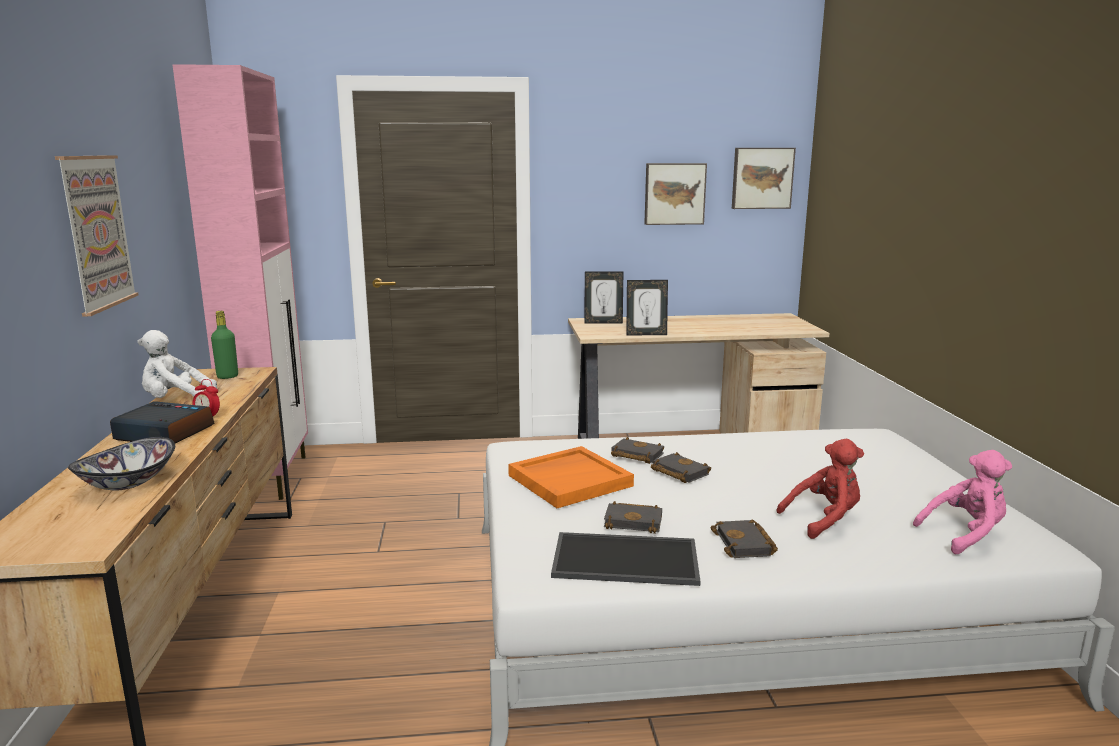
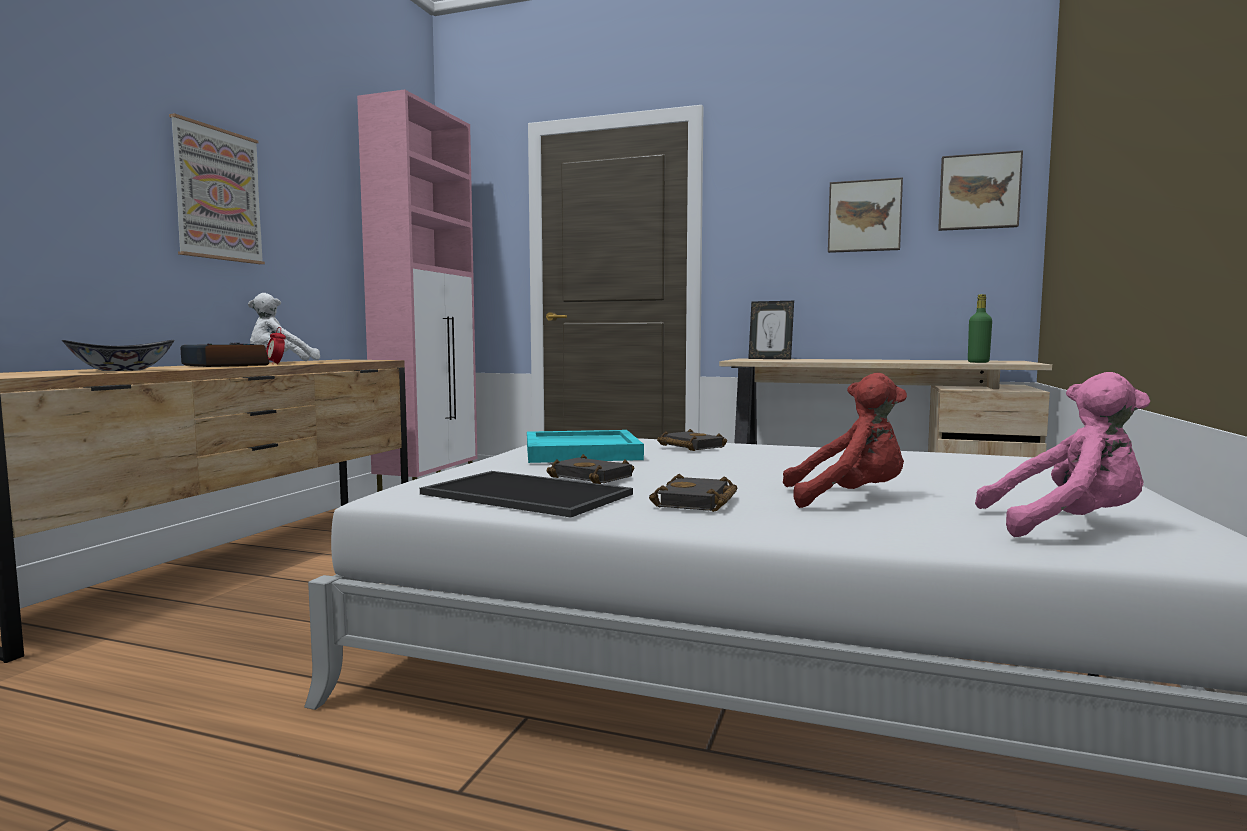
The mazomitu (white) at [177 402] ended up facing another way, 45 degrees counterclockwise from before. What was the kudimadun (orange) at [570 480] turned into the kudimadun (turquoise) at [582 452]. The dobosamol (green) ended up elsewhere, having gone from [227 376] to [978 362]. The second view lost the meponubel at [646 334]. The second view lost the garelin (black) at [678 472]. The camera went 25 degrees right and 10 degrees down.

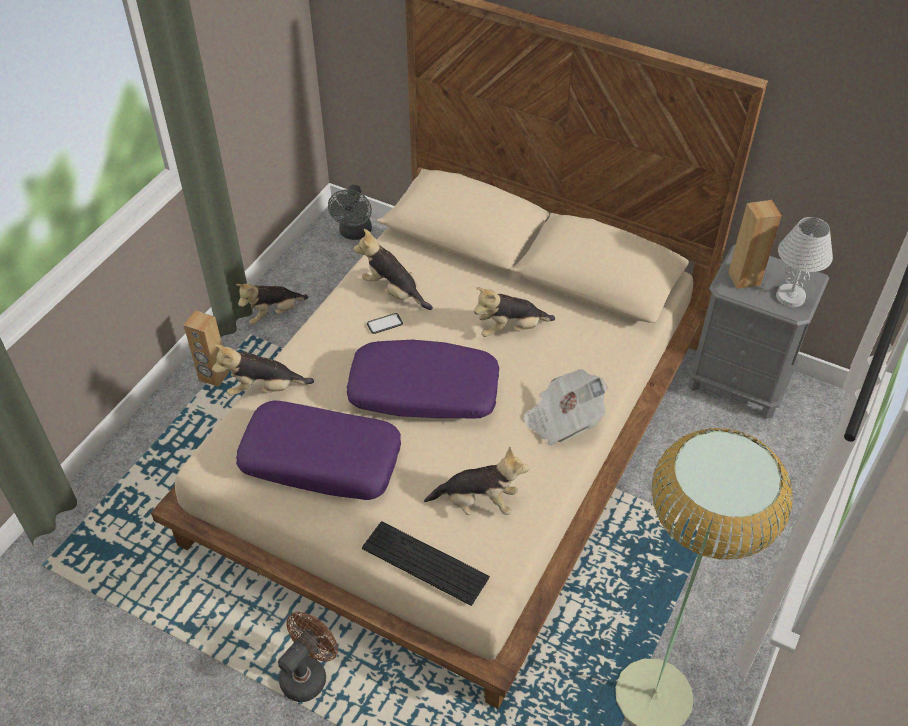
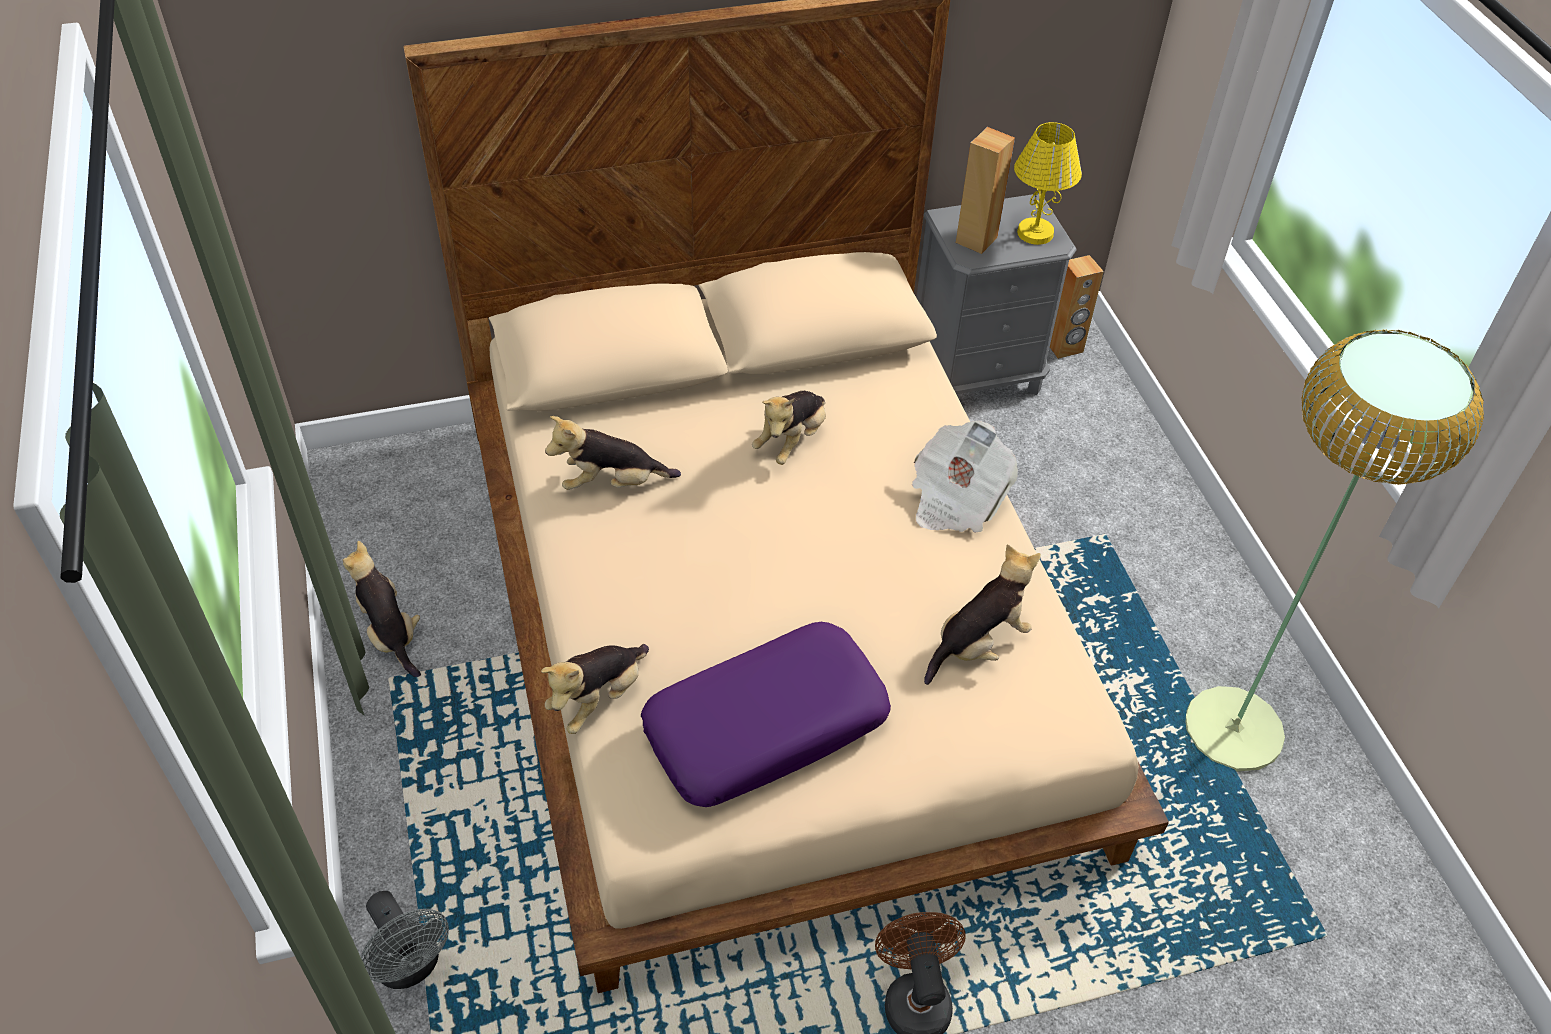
The mazomitu at [273 314] ended up facing another way, 135 degrees clockwise from before. The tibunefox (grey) ended up elsewhere, having gone from [354 234] to [411 967]. What was the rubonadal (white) at [791 296] turned into the rubonadal (yellow) at [1035 232]. The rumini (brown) ended up elsewhere, having gone from [214 377] to [1064 347]. The second view lost the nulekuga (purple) at [423 392]. The second view lost the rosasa at [425 562]. The second view lost the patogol at [384 324]. The camera went 45 degrees left and 0 degrees up.

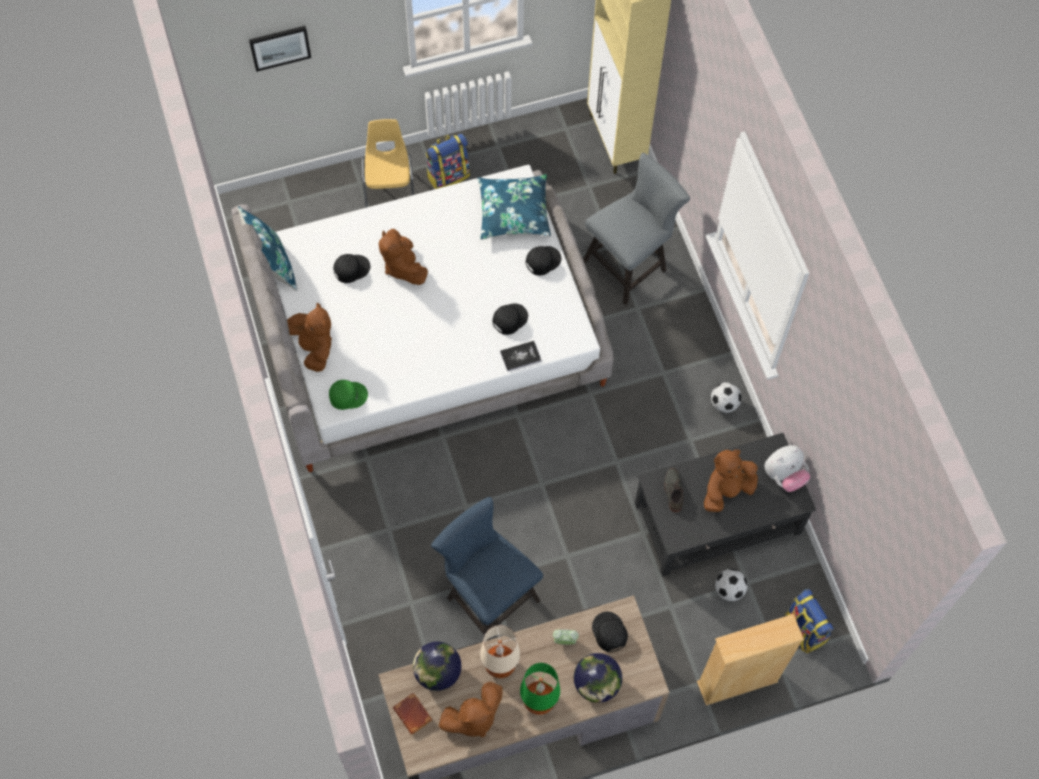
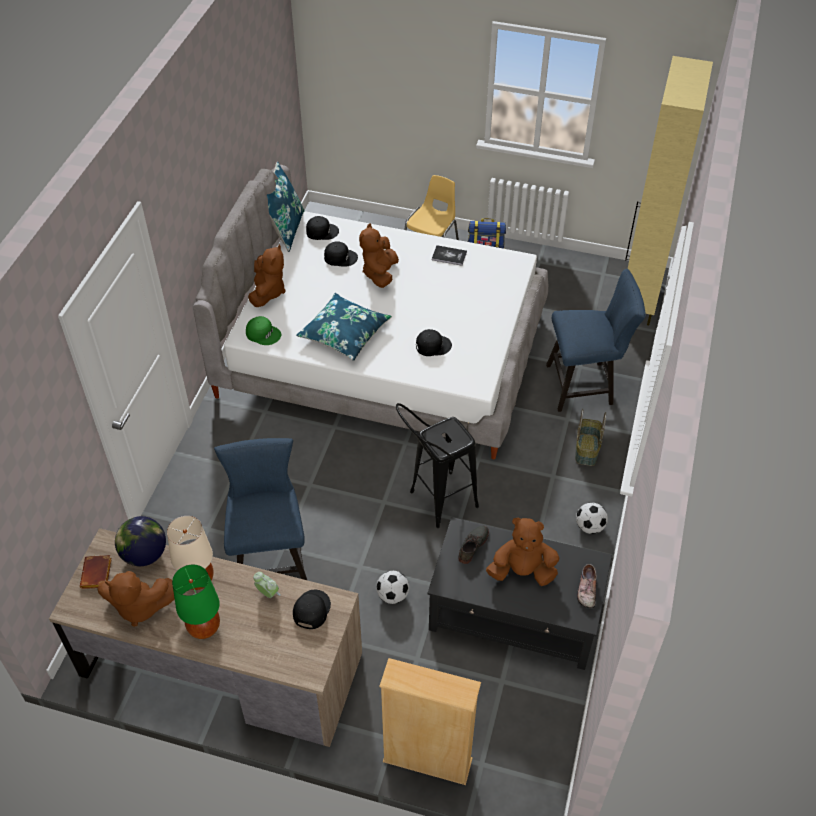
The nulekuga (blue) ended up elsewhere, having gone from [513 212] to [344 333]. The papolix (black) ended up elsewhere, having gone from [542 260] to [322 231]. The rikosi ended up elsewhere, having gone from [729 590] to [392 595]. The second view gained the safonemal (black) at [435 504]. The garelin ended up elsewhere, having gone from [520 356] to [449 256]. What was the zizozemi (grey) at [630 263] turned into the zizozemi (blue) at [585 385]. The second view gained the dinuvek at [587 450]. Where the mazomitu stood at [784 475], the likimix came to stand at [586 589]. The second view lost the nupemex at [280 47]. The second view lost the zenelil at [596 684]. The second view lost the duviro at [803 630]. The camera went 35 degrees right and 15 degrees down.

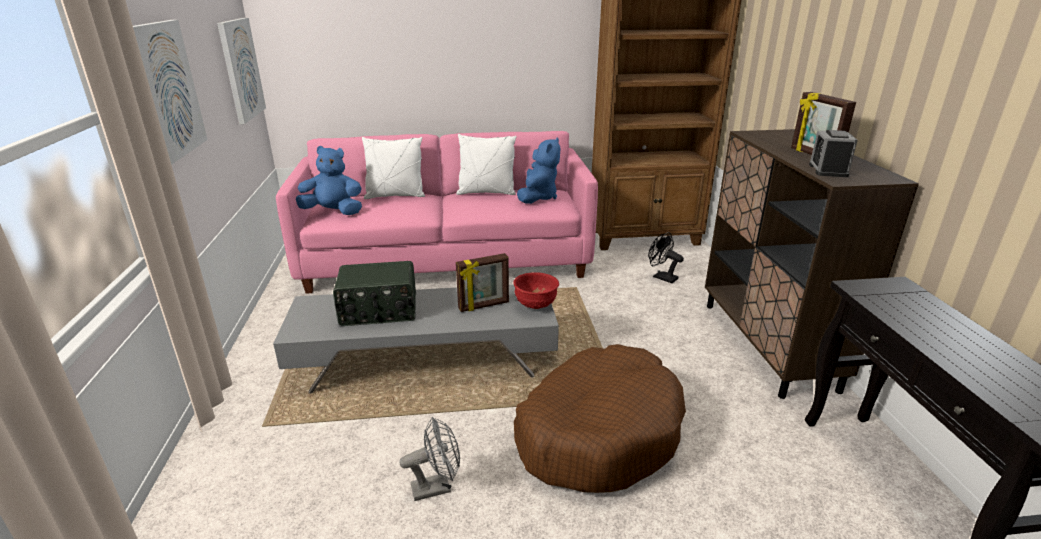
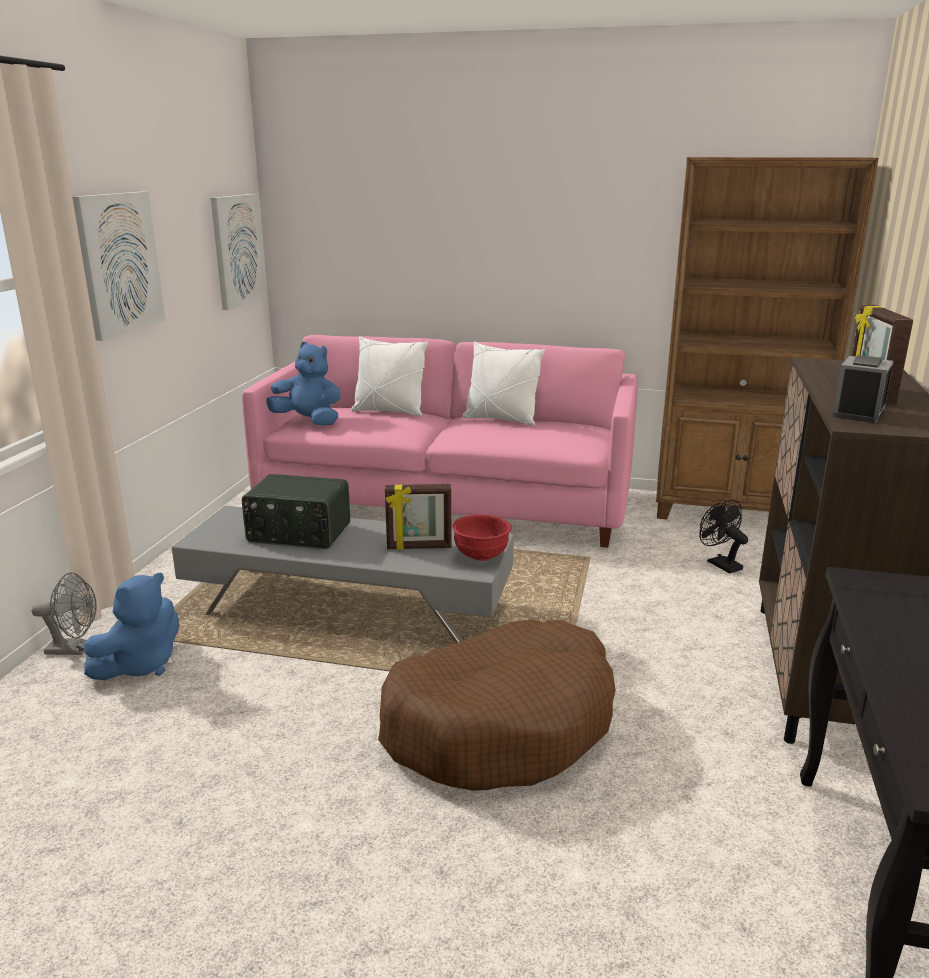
The tibunefox (grey) ended up elsewhere, having gone from [437 487] to [75 649]. The mazomitu (blue) ended up elsewhere, having gone from [538 197] to [141 665]. The camera went 20 degrees right and 5 degrees down.

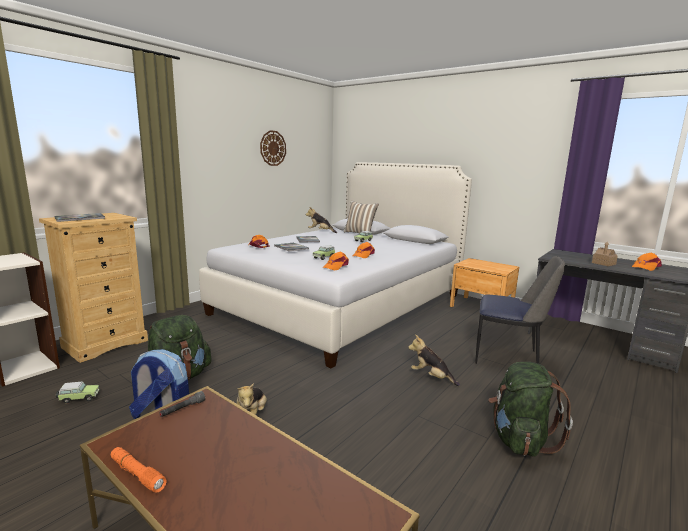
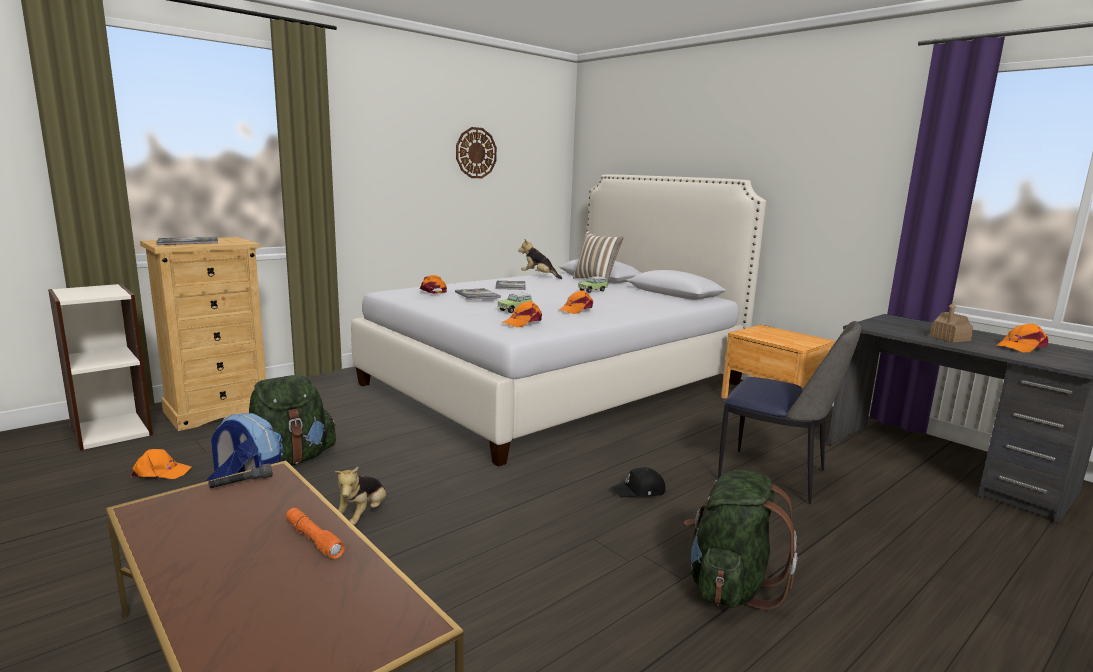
Where the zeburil stood at [78 398], the papolix (orange) came to stand at [161 472]. The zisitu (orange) ended up elsewhere, having gone from [137 474] to [313 539]. Where the mazomitu stood at [431 377], the papolix (black) came to stand at [639 491]. The camera went 10 degrees right and 0 degrees up.

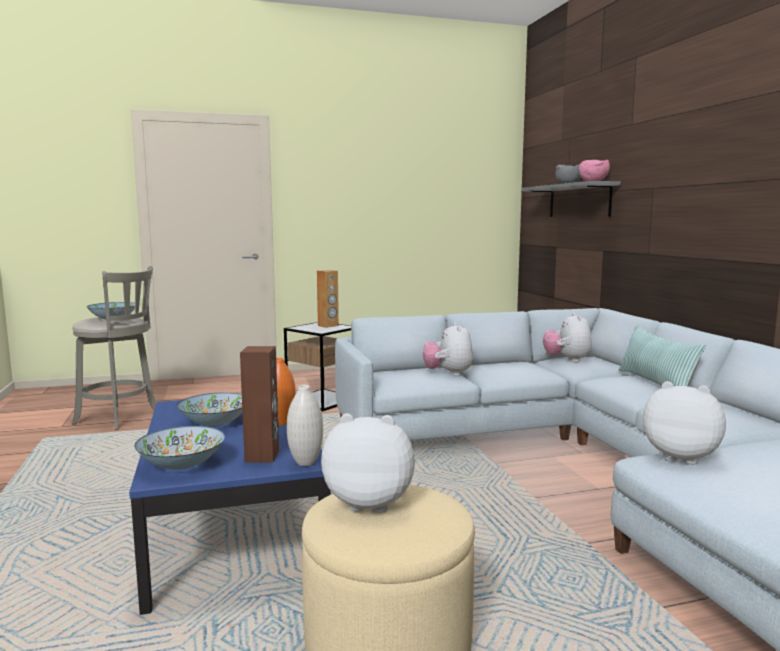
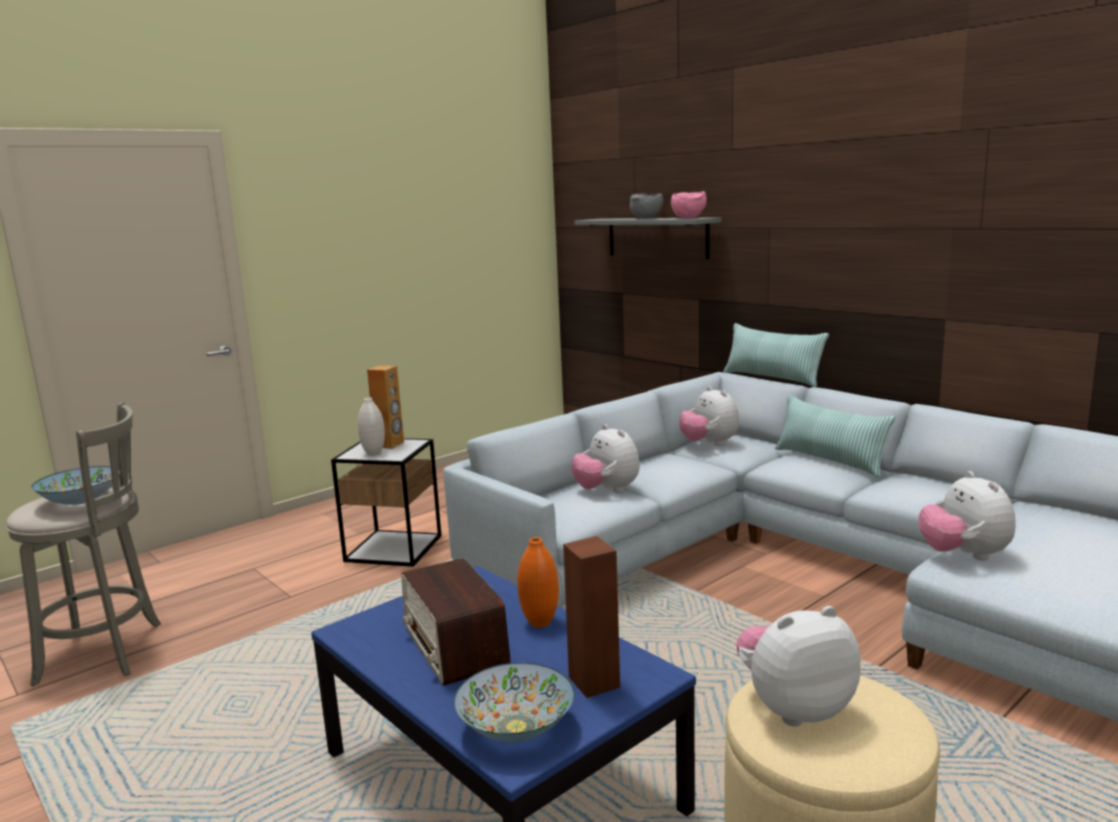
The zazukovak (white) ended up elsewhere, having gone from [305 462] to [373 453]. Where the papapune stood at [215 423], the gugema came to stand at [455 647]. The second view gained the nulekuga at [772 378]. The mazomitu at [680 456] ended up facing another way, 105 degrees counterclockwise from before. The camera went 25 degrees left and 5 degrees up.

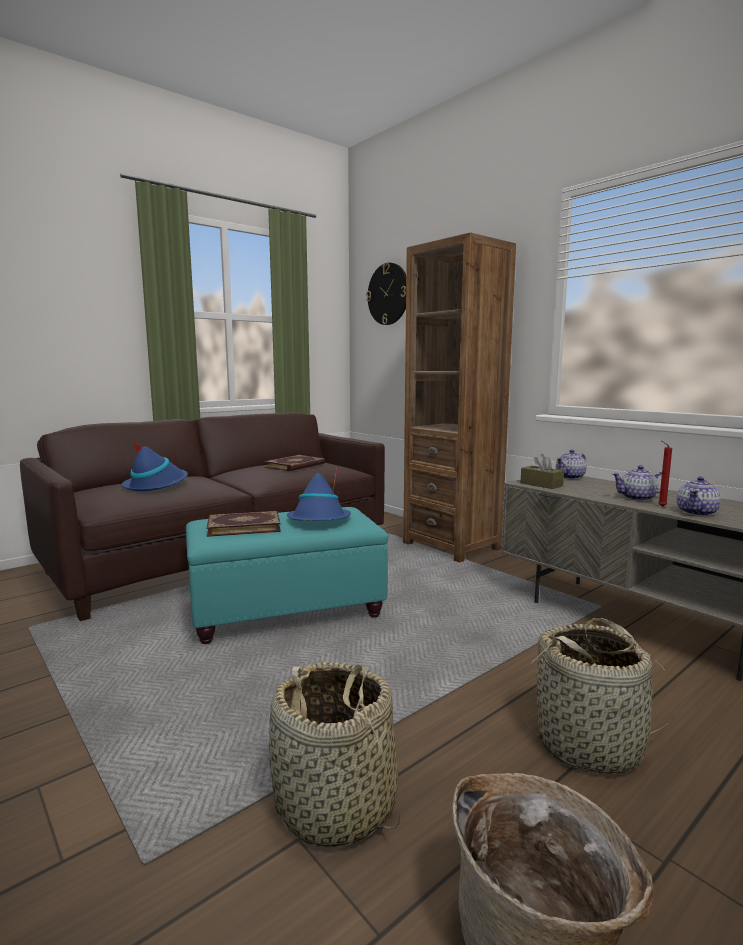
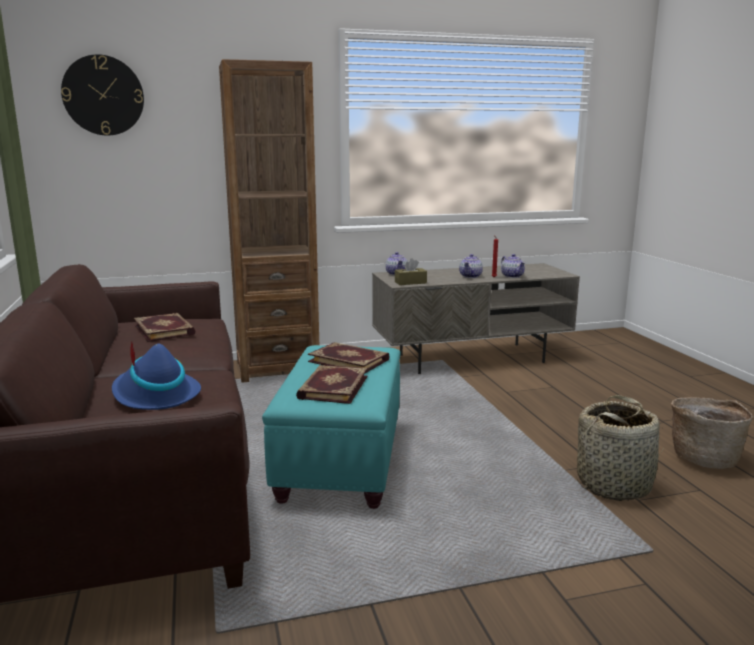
Where the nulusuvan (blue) stood at [319 521], the garelin came to stand at [349 360]. The second view lost the dinuvek at [590 744]. The camera went 65 degrees left and 5 degrees up.

